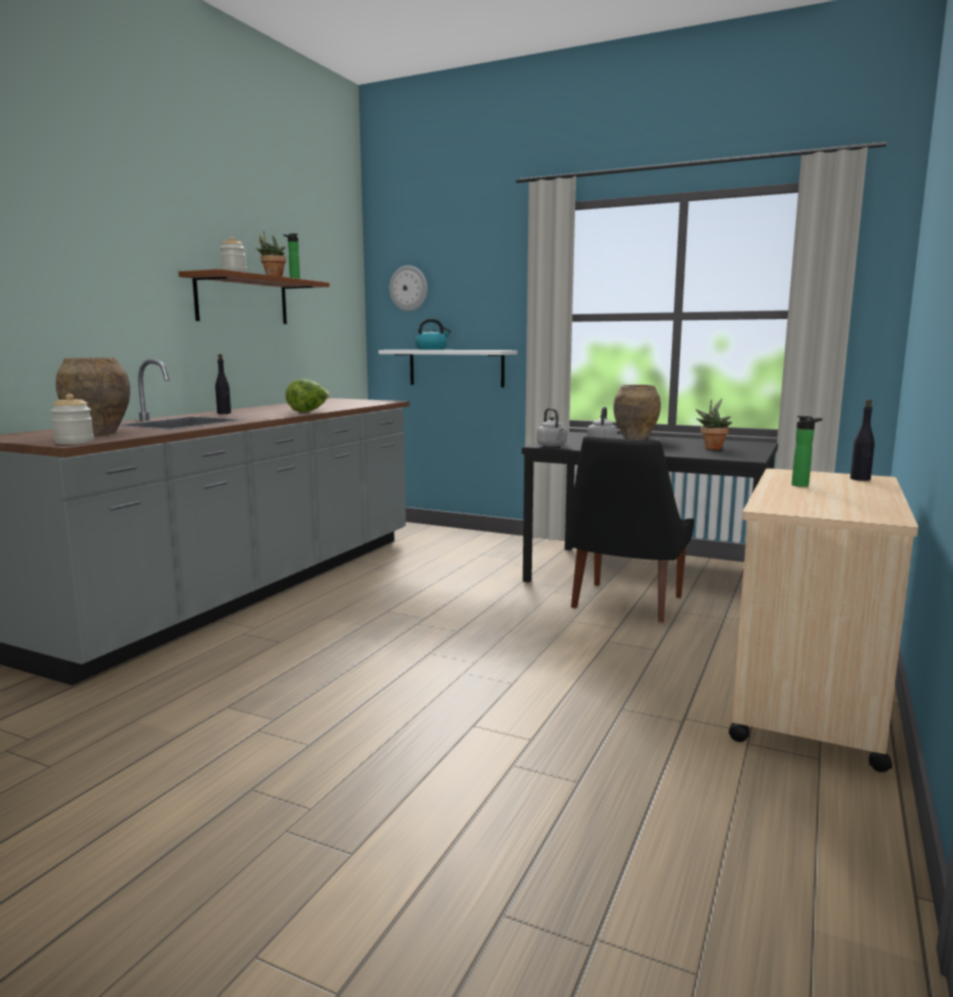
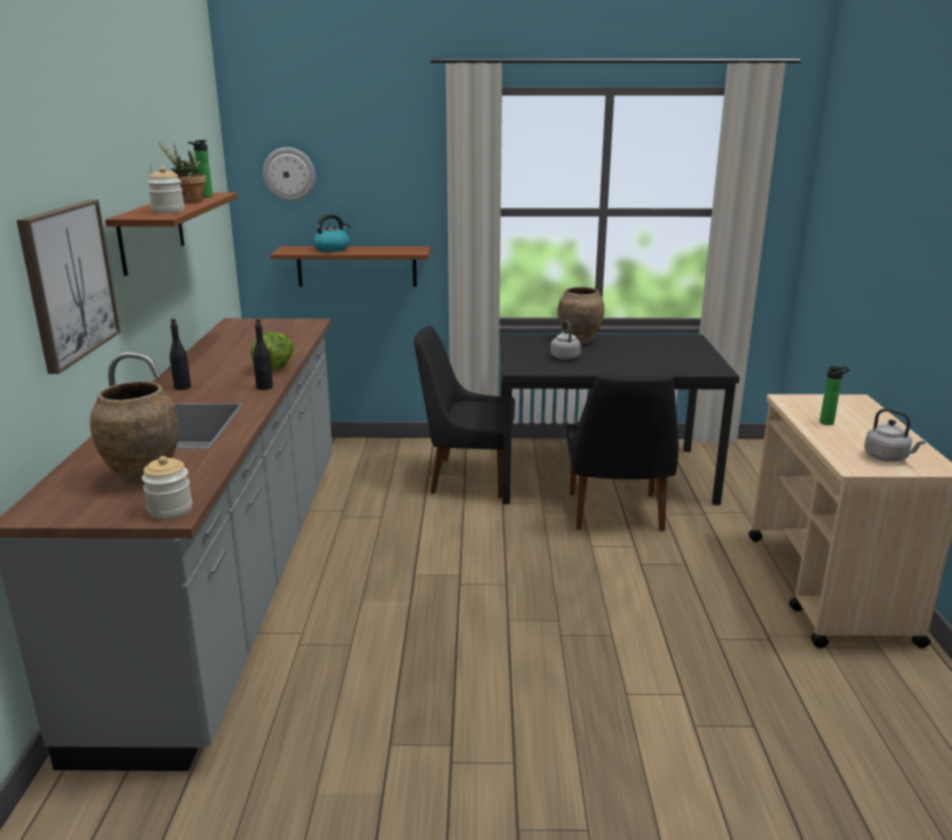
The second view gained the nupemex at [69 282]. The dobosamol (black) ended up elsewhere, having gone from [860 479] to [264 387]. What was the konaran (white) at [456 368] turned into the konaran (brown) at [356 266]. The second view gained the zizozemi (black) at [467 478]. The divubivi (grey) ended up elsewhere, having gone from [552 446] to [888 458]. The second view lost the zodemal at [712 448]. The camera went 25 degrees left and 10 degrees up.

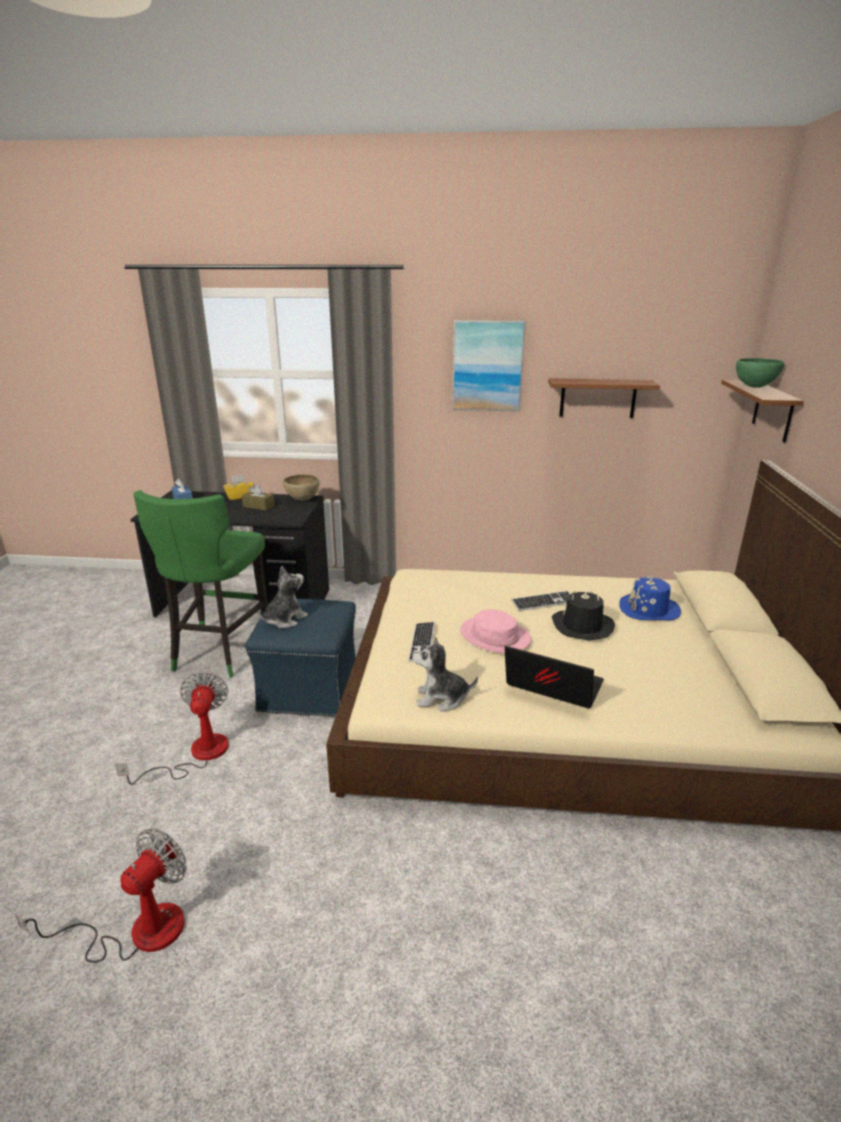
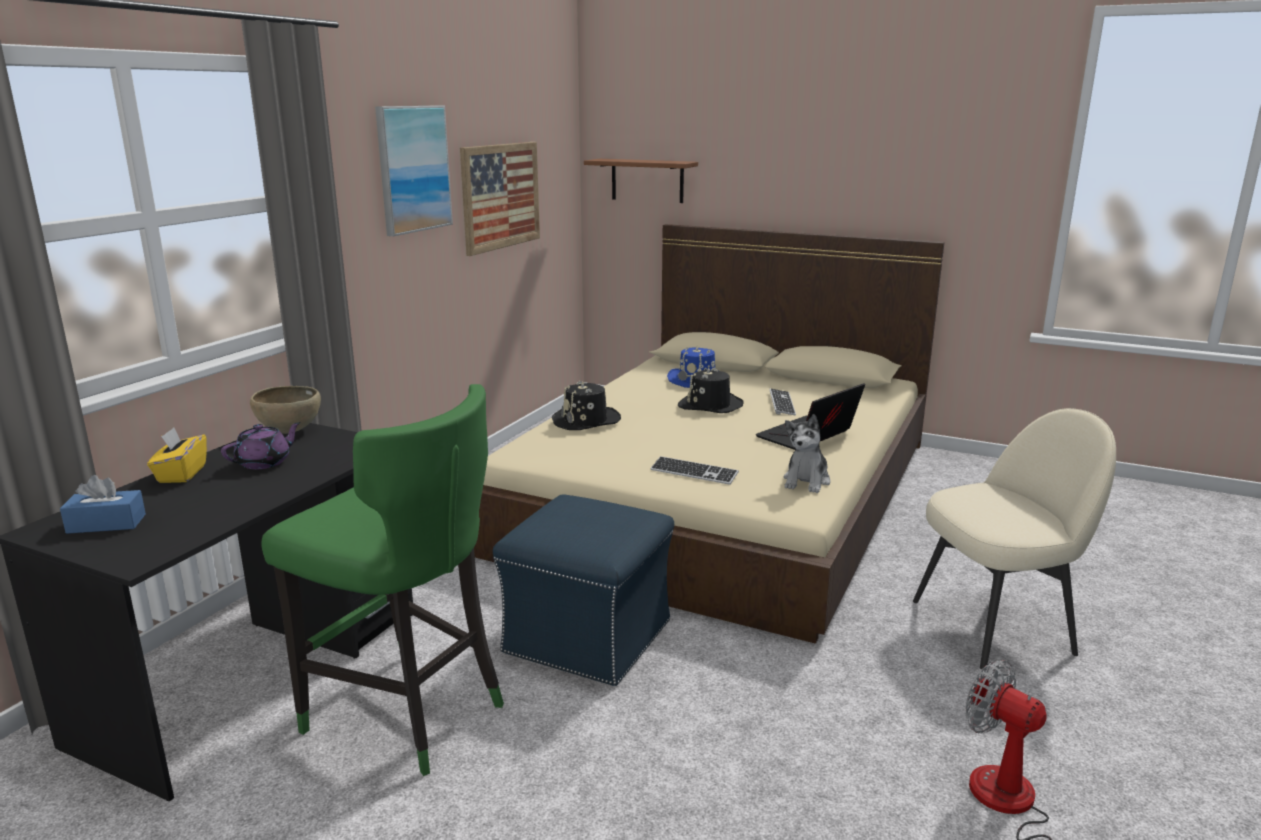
Where the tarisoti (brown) stood at [258 506], the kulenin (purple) came to stand at [265 462]. Where the konaran (brown) hung at [597 398], the nupemex came to hang at [501 196]. The second view gained the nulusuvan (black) at [586 420]. The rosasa ended up elsewhere, having gone from [543 602] to [782 403]. The second view gained the zizozemi (beige) at [996 626]. The second view lost the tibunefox at [197 755]. The second view lost the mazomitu at [284 619]. The second view lost the nulusuvan (pink) at [495 636]. The second view lost the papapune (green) at [755 387]. The camera went 70 degrees left and 5 degrees down.

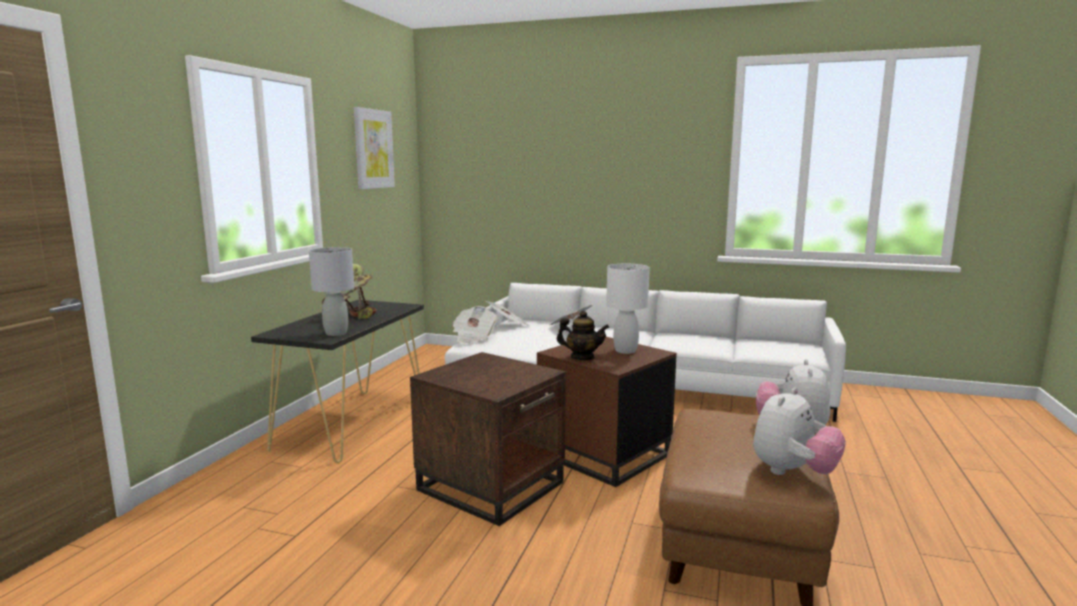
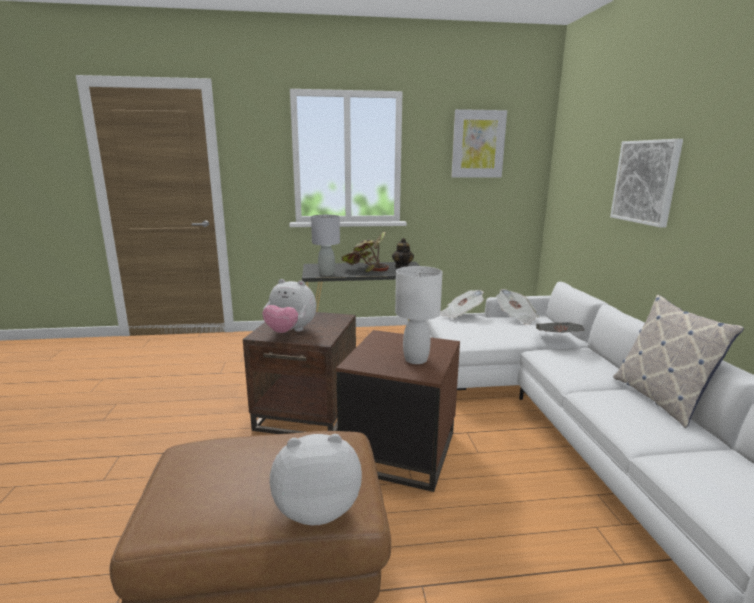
The mazomitu ended up elsewhere, having gone from [793 472] to [290 332]. The kulenin ended up elsewhere, having gone from [582 357] to [402 267]. The second view gained the nupemex at [645 182]. The second view gained the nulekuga at [660 399]. The camera went 65 degrees right and 5 degrees up.

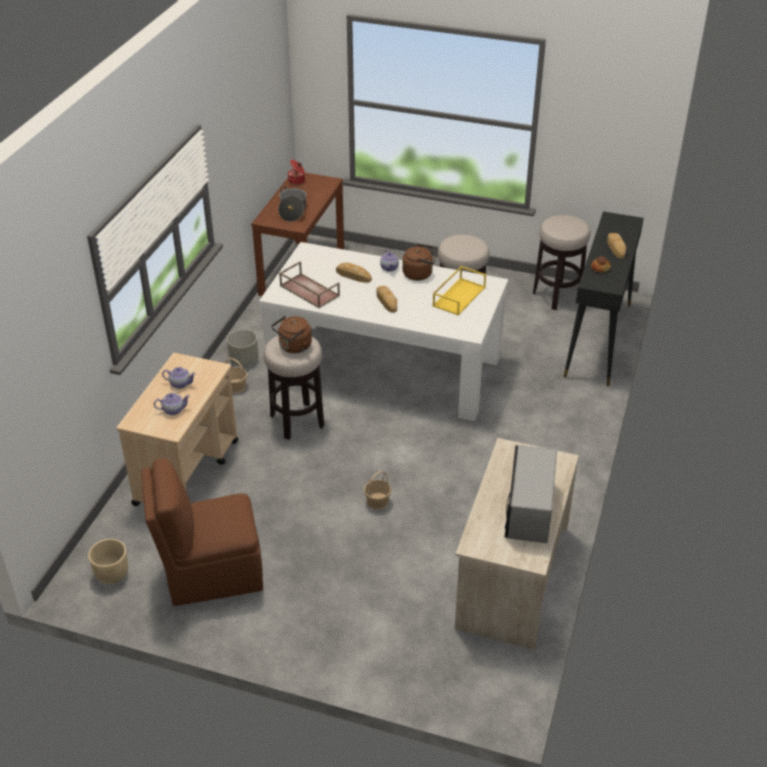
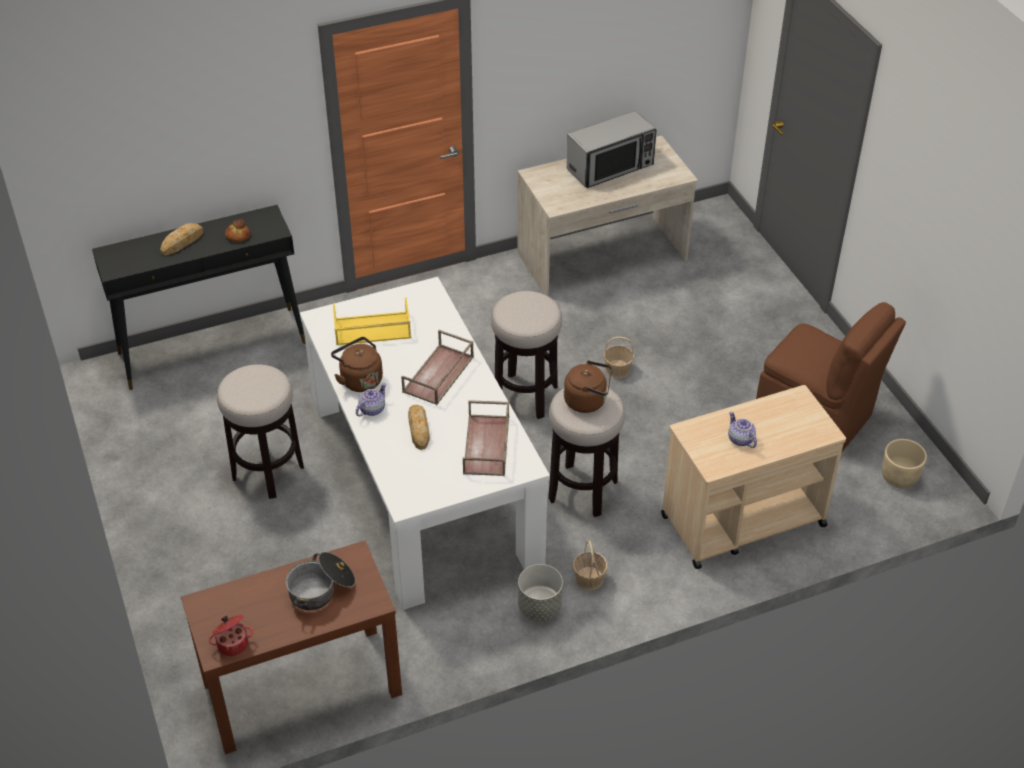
Where the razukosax stood at [386 301], the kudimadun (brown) came to stand at [438 375]. The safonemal ended up elsewhere, having gone from [556 296] to [526 396]. The second view lost the kulenin at [173 410]. The camera went 130 degrees left and 5 degrees up.

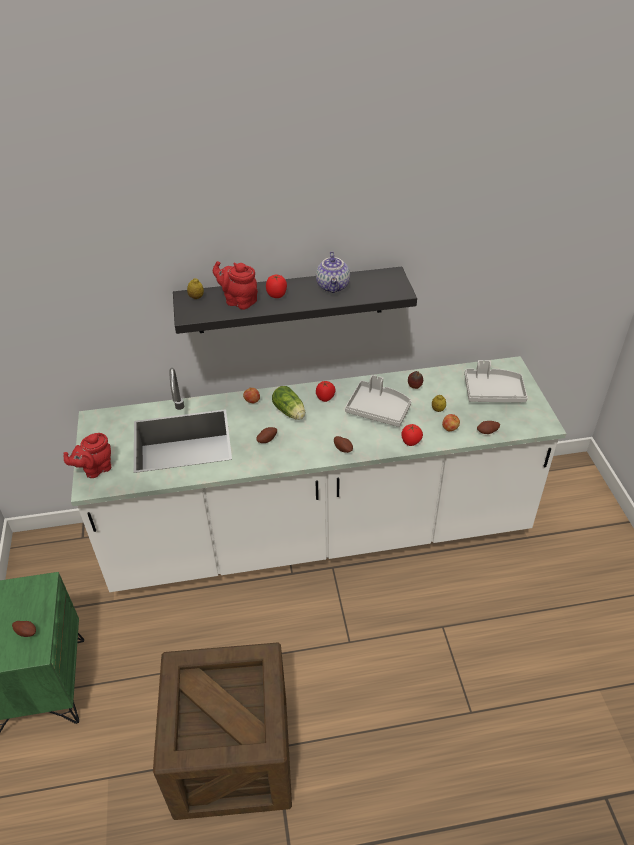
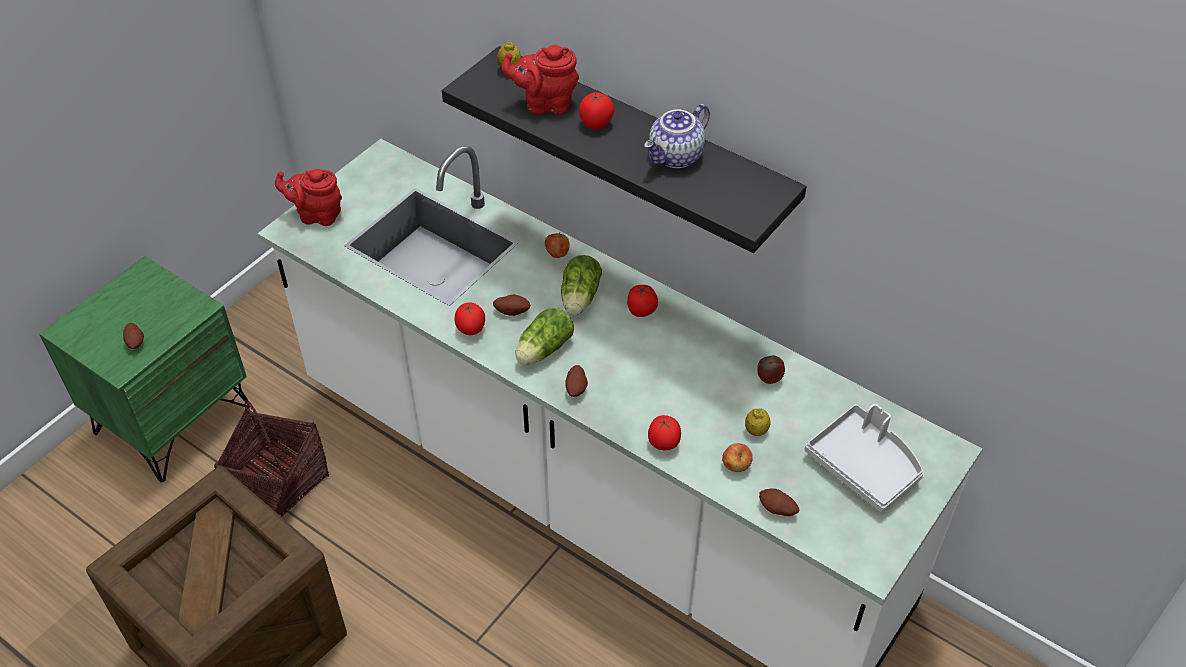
The second view gained the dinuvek at [277 483]. The second view gained the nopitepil at [471 330]. The kulenin (red) at [239 301] ended up facing another way, 75 degrees counterclockwise from before. The second view gained the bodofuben at [542 350]. The second view lost the kudimadun (grey) at [378 410]. The camera went 45 degrees right and 5 degrees up.

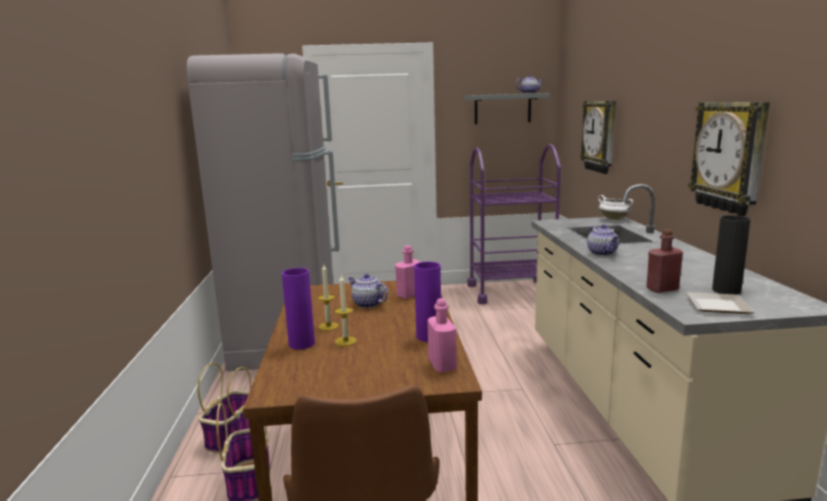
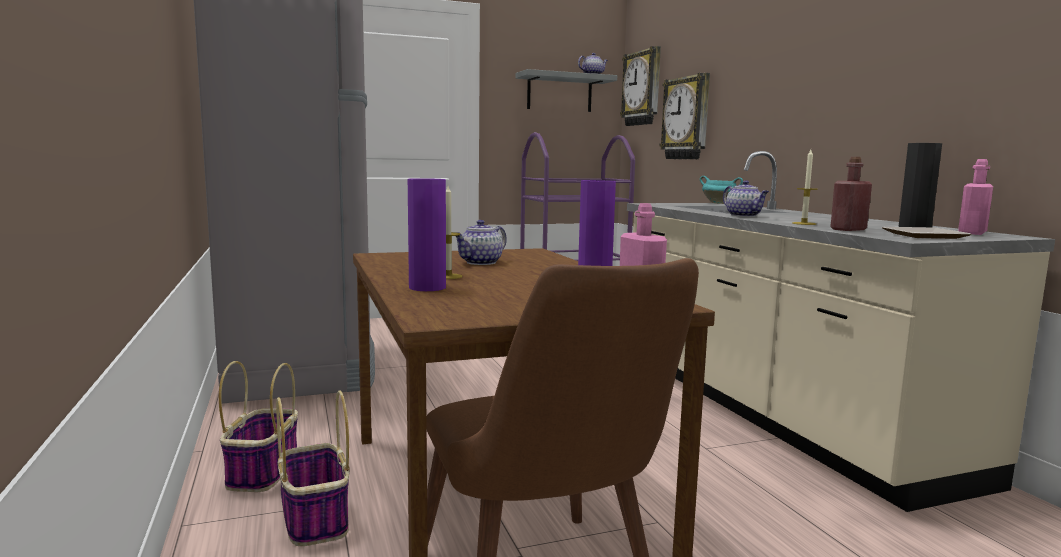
The kulenin at [367 304] ended up facing another way, 75 degrees counterclockwise from before. The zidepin ended up elsewhere, having gone from [730 157] to [643 88]. What was the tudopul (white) at [614 219] turned into the tudopul (turquoise) at [720 203]. The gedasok ended up elsewhere, having gone from [345 341] to [804 223]. The dobosamol (pink) ended up elsewhere, having gone from [409 295] to [972 233]. The camera went 15 degrees left and 5 degrees down.

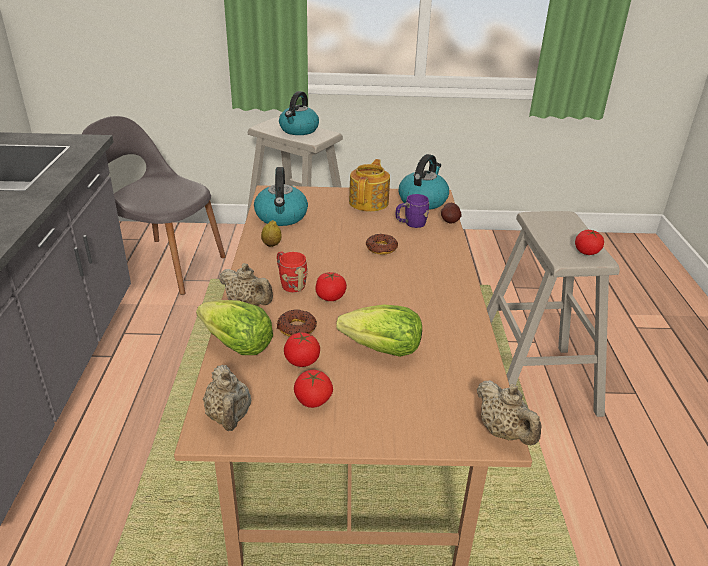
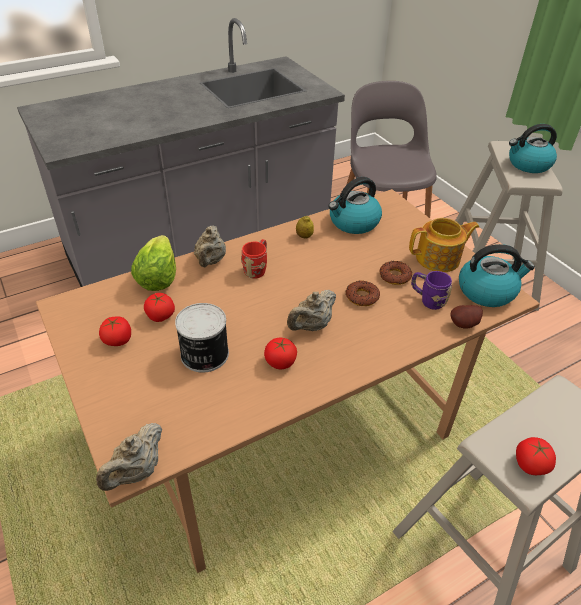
Where the bodofuben stood at [383 350], the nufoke came to stand at [204 355]. The nopitepil ended up elsewhere, having gone from [330 297] to [280 362]. The kulenin (beige) ended up elsewhere, having gone from [229 417] to [311 326]. The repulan ended up elsewhere, having gone from [296 328] to [394 276]. The camera went 60 degrees right and 10 degrees up.

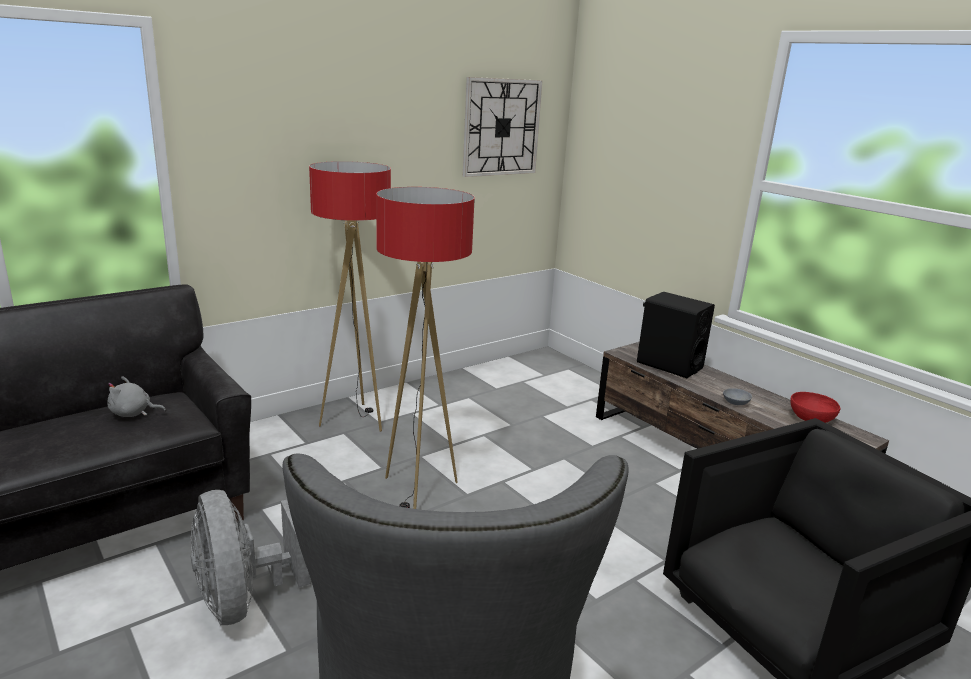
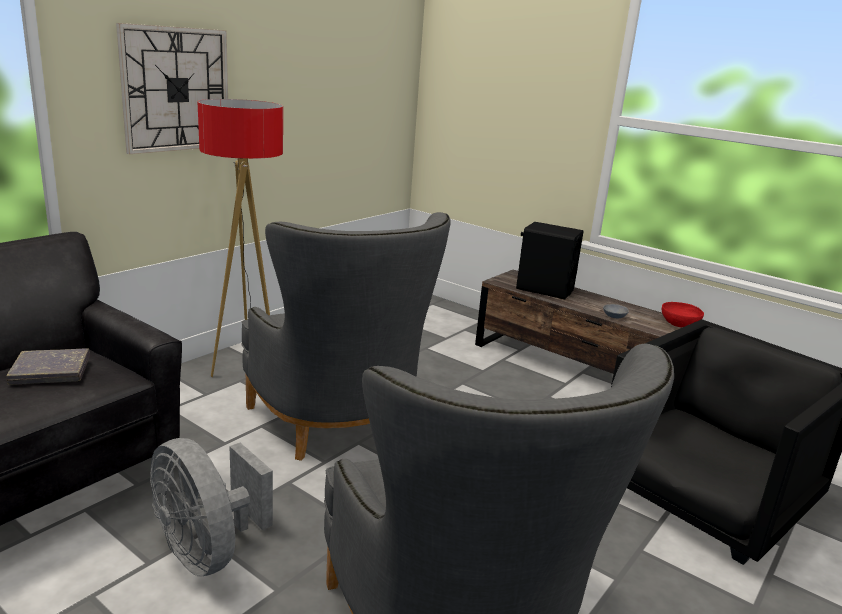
Where the mazomitu (grey) stood at [133 413], the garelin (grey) came to stand at [50 371]. The zidepin ended up elsewhere, having gone from [501 127] to [176 89]. Where the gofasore stood at [418 492], the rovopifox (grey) came to stand at [340 428]. The camera went 15 degrees left and 0 degrees up.

